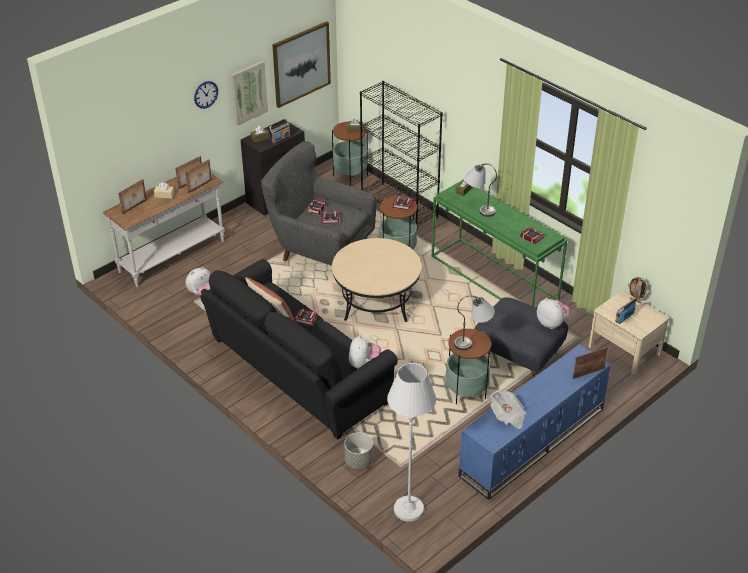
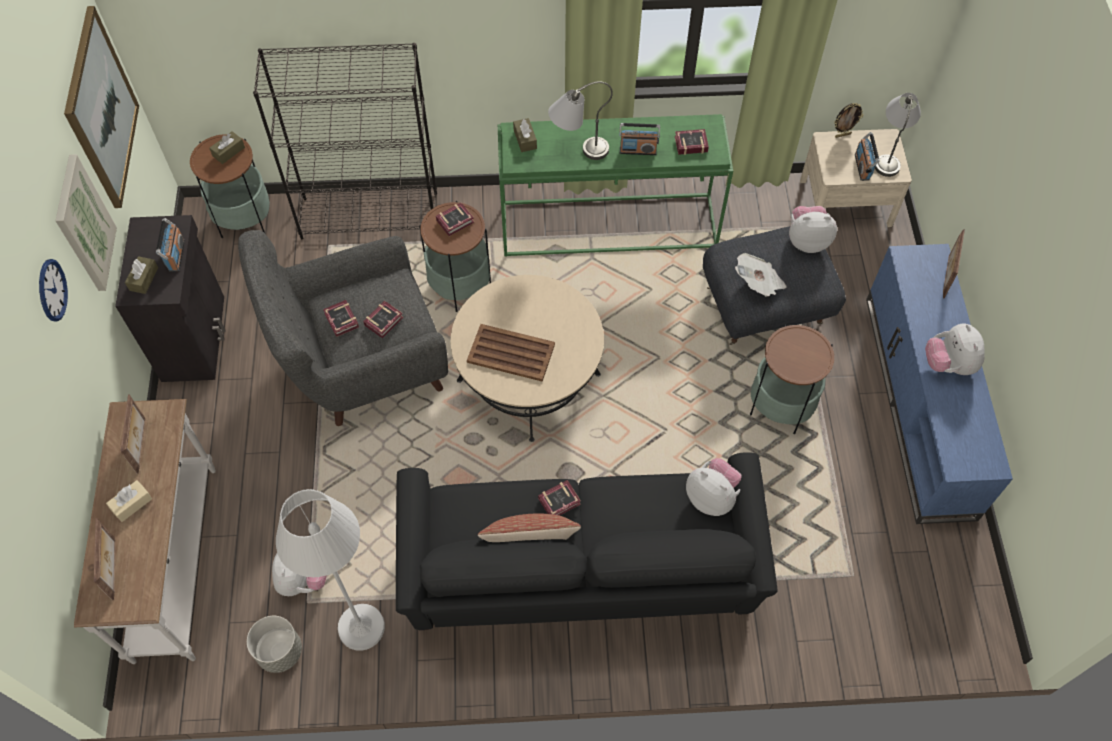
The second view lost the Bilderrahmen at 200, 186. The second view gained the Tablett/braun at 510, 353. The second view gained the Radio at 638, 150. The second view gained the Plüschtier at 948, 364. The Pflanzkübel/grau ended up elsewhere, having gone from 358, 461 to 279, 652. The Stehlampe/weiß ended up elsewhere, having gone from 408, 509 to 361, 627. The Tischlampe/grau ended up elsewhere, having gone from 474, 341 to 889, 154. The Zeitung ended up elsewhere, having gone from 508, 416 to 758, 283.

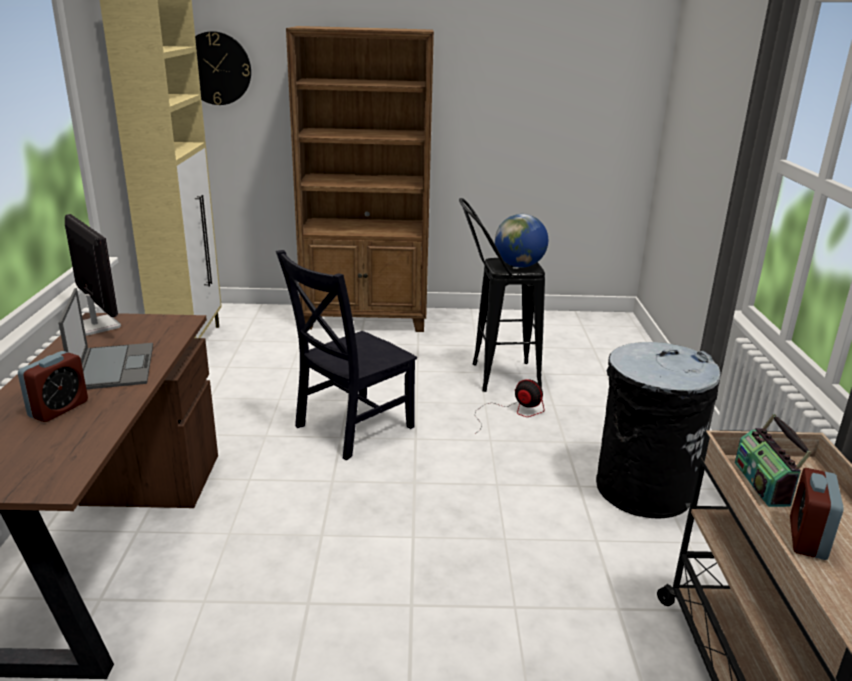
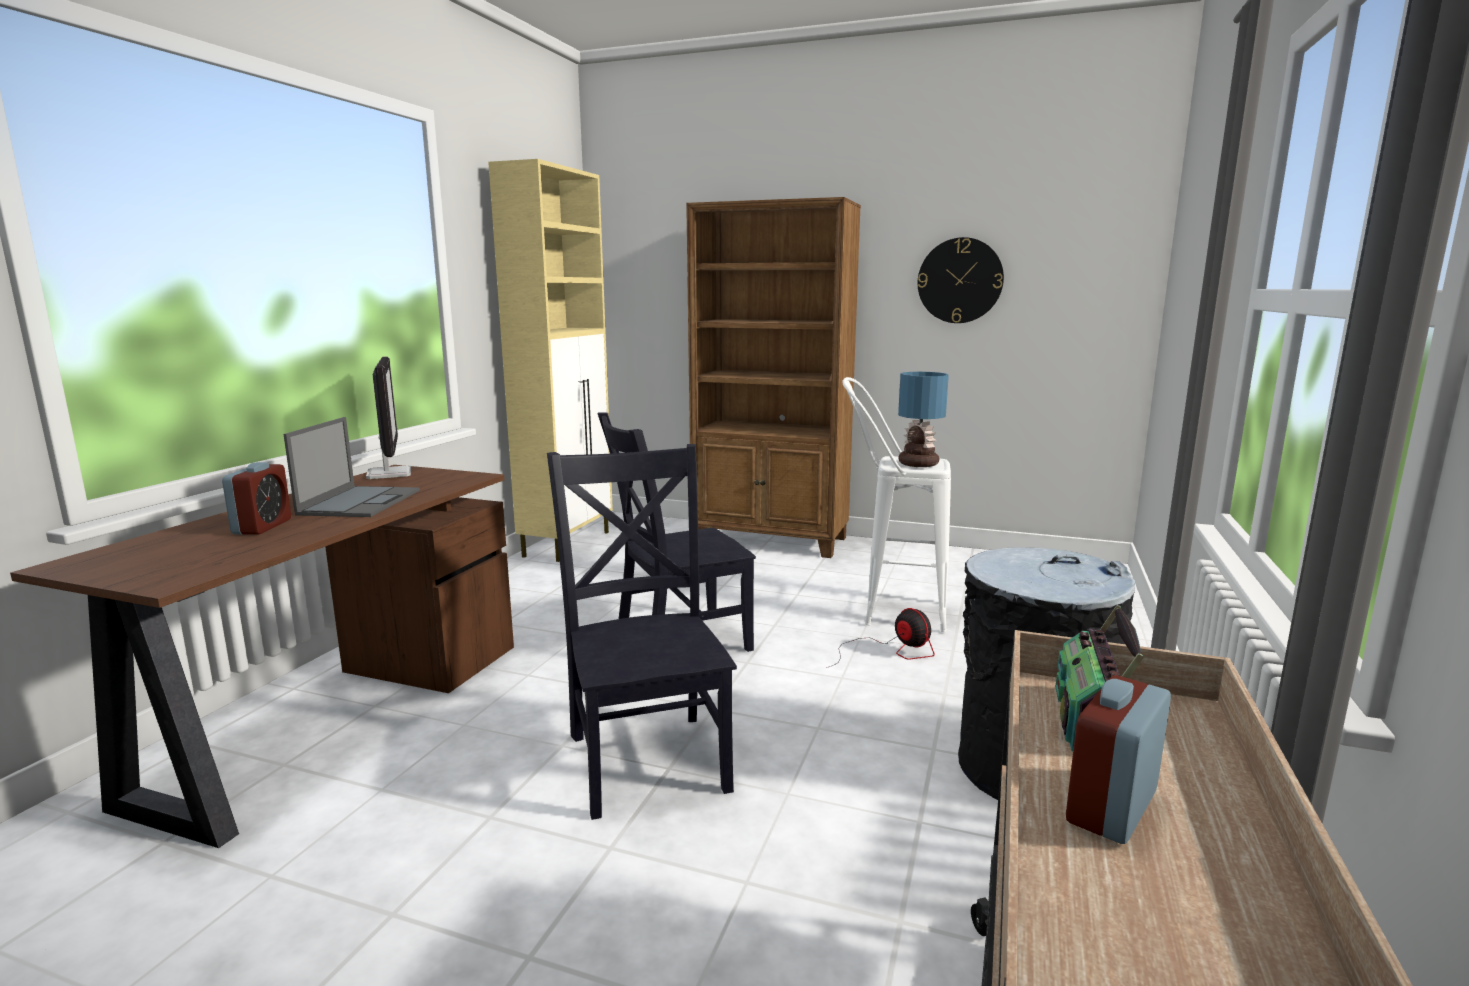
The second view gained the Stuhl/schwarz at 647, 757. The Wanduhr ended up elsewhere, having gone from 216, 68 to 960, 280. Where the Globus stood at 519, 266, the Tischlampe came to stand at 920, 464. What was the Hocker/schwarz at 493, 377 turned into the Hocker/weiß at 889, 611. The Wecker at 58, 409 ended up facing another way, 45 degrees counterclockwise from before.

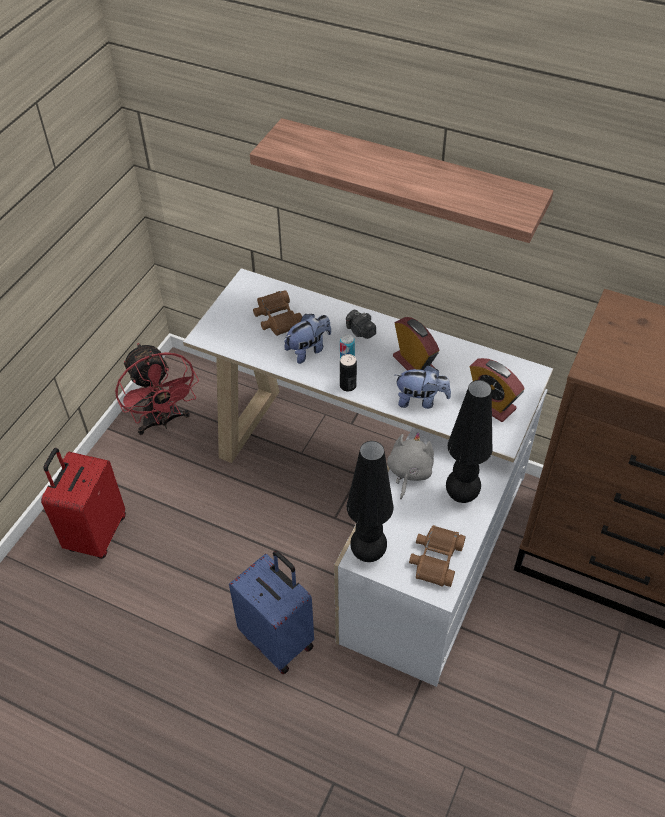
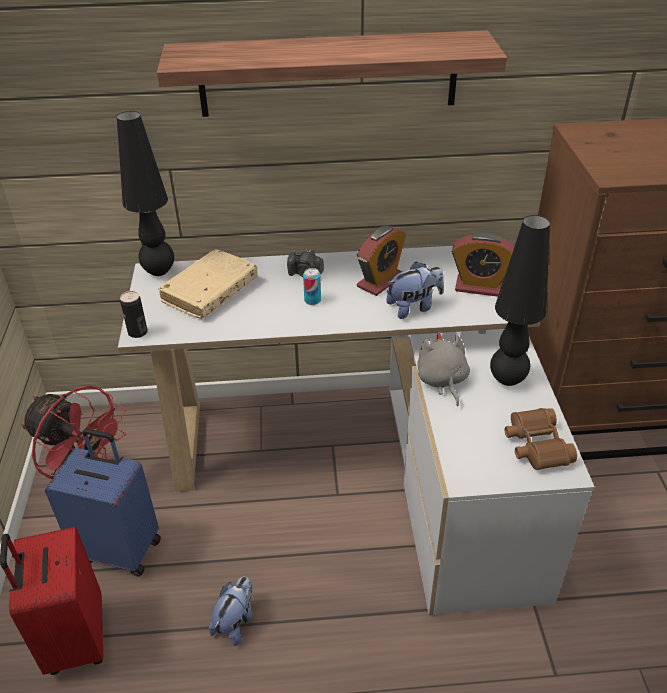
The Koffer/blau ended up elsewhere, having gone from 278, 639 to 121, 548. The Plüschtier ended up elsewhere, having gone from 308, 349 to 235, 621. The Dose ended up elsewhere, having gone from 348, 385 to 138, 332. The Tischlampe/schwarz ended up elsewhere, having gone from 368, 553 to 159, 271. Where the Fernglas/braun stood at 277, 319, the Buch/beige came to stand at 210, 292. The Wecker at 414, 364 ended up facing another way, 105 degrees clockwise from before.

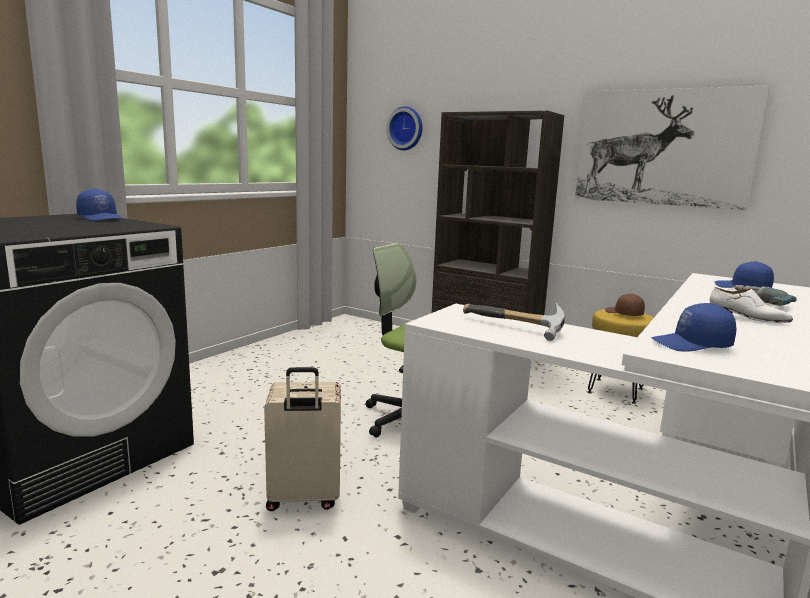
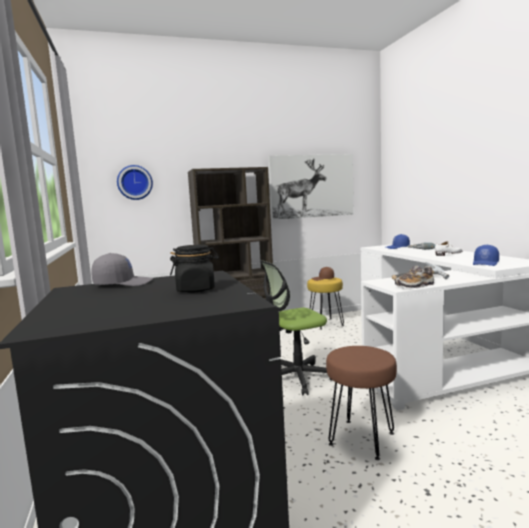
The second view gained the Vorratsglas/schwarz at 196, 289. The second view gained the Schuh at 414, 286. Where the Koffer/beige stood at 303, 499, the Hocker/braun came to stand at 362, 439. What was the Kappe/blau at 101, 218 turned into the Kappe/grau at 123, 283.

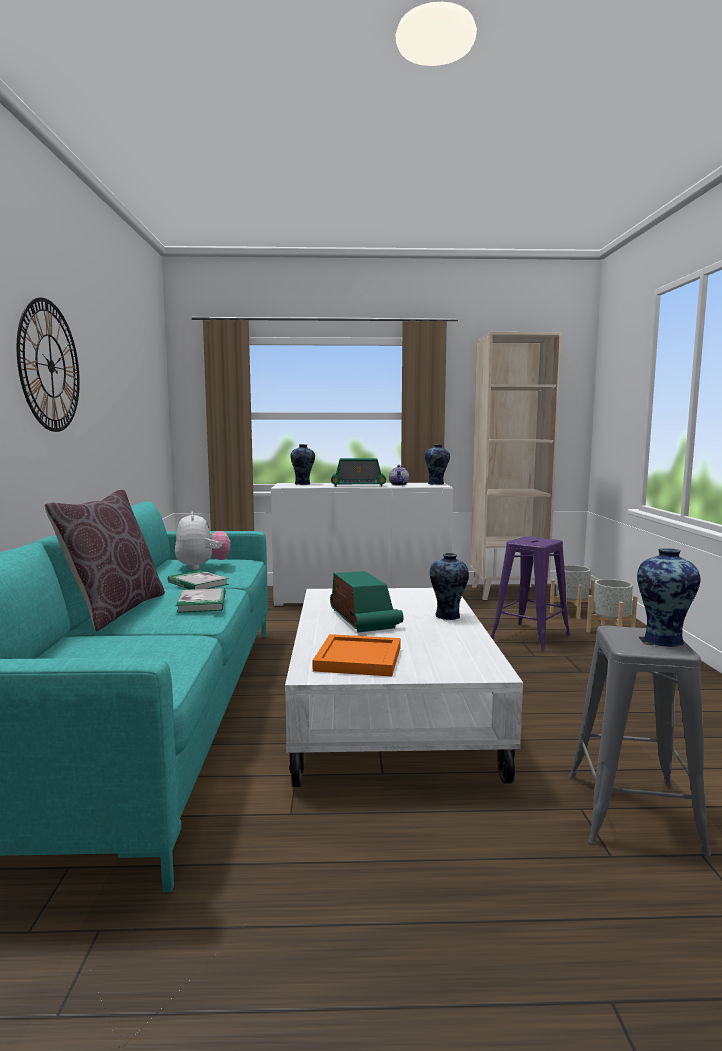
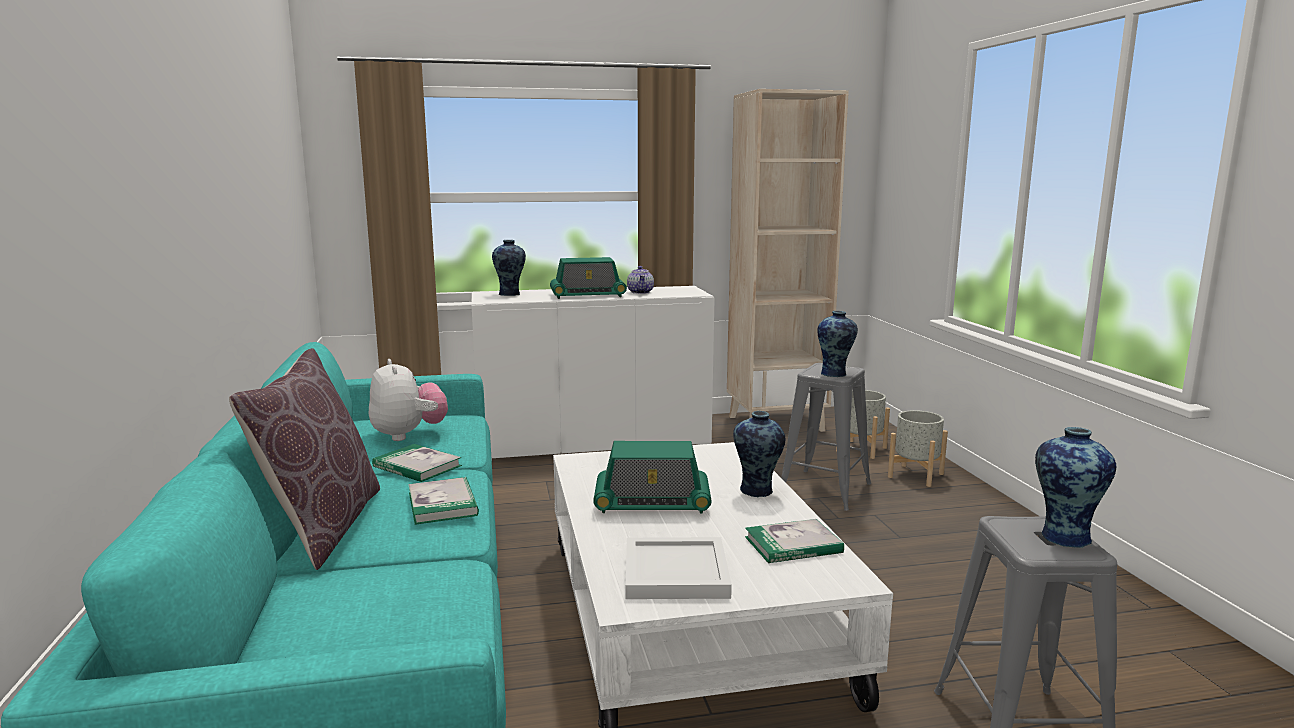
The second view lost the Wanduhr at 50, 366. The second view gained the Buch at 793, 545. The Vase ended up elsewhere, having gone from 436, 484 to 835, 374. What was the Tablett/orange at 360, 658 turned into the Tablett/weiß at 677, 572. What was the Hocker/lila at 530, 636 turned into the Hocker/grau at 825, 489. The Radio at 363, 619 ended up facing another way, 120 degrees clockwise from before.

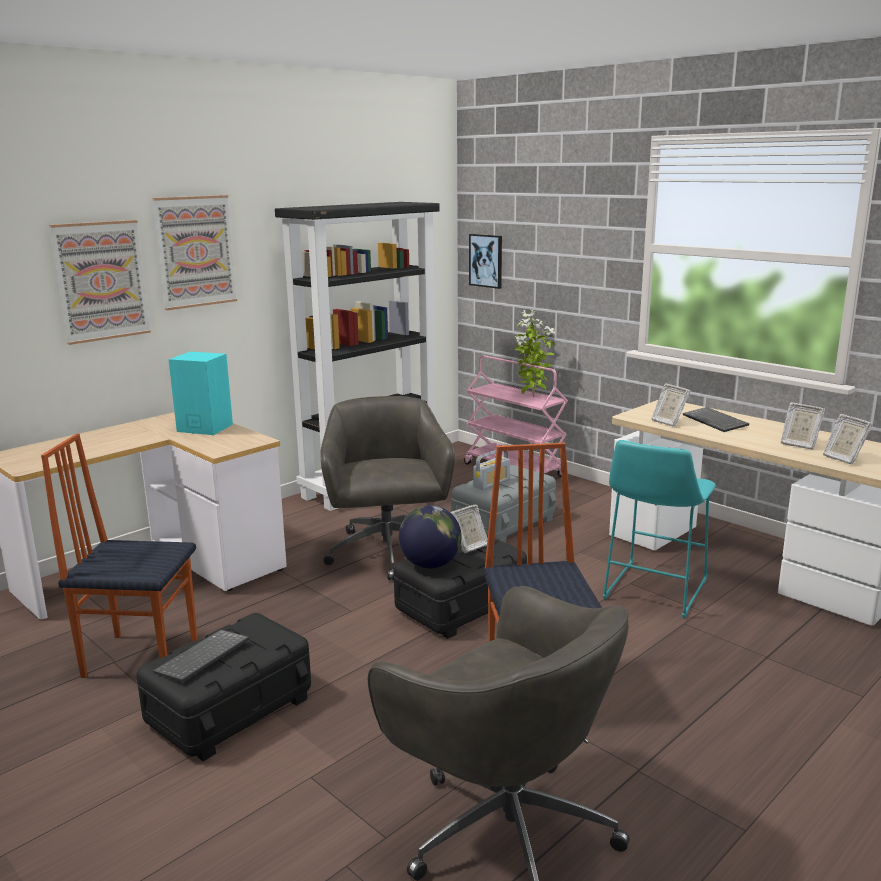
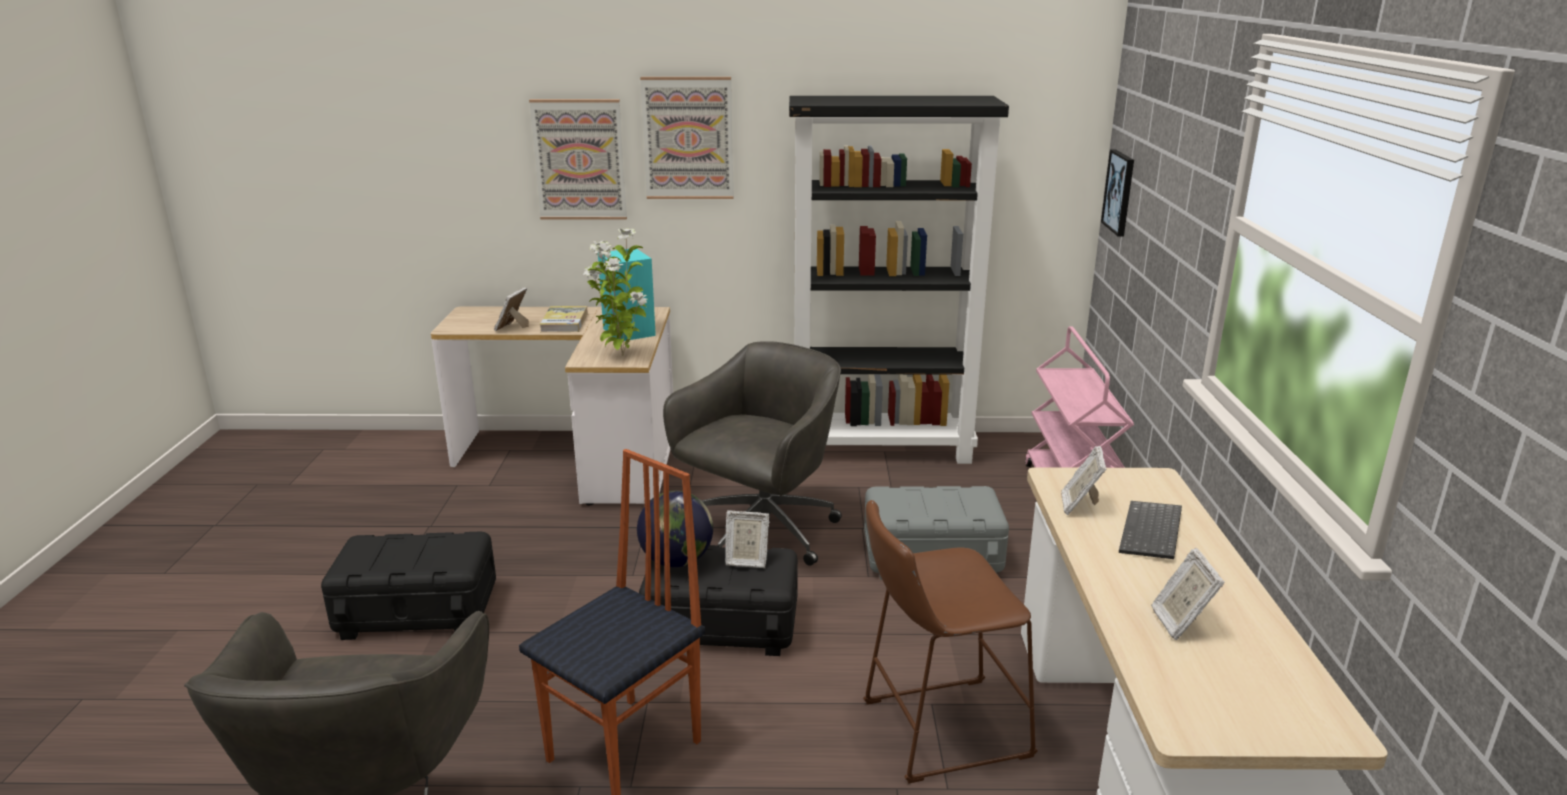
The second view lost the Stuhl at 140, 656. The second view lost the Tastatur at 203, 658. The second view lost the Radio at 491, 483. The second view gained the Buch at 564, 322. The Topfpflanze ended up elsewhere, having gone from 532, 396 to 621, 355. The Bilderrahmen ended up elsewhere, having gone from 843, 458 to 512, 327. What was the Hocker/türkis at 652, 592 turned into the Hocker/braun at 936, 729.

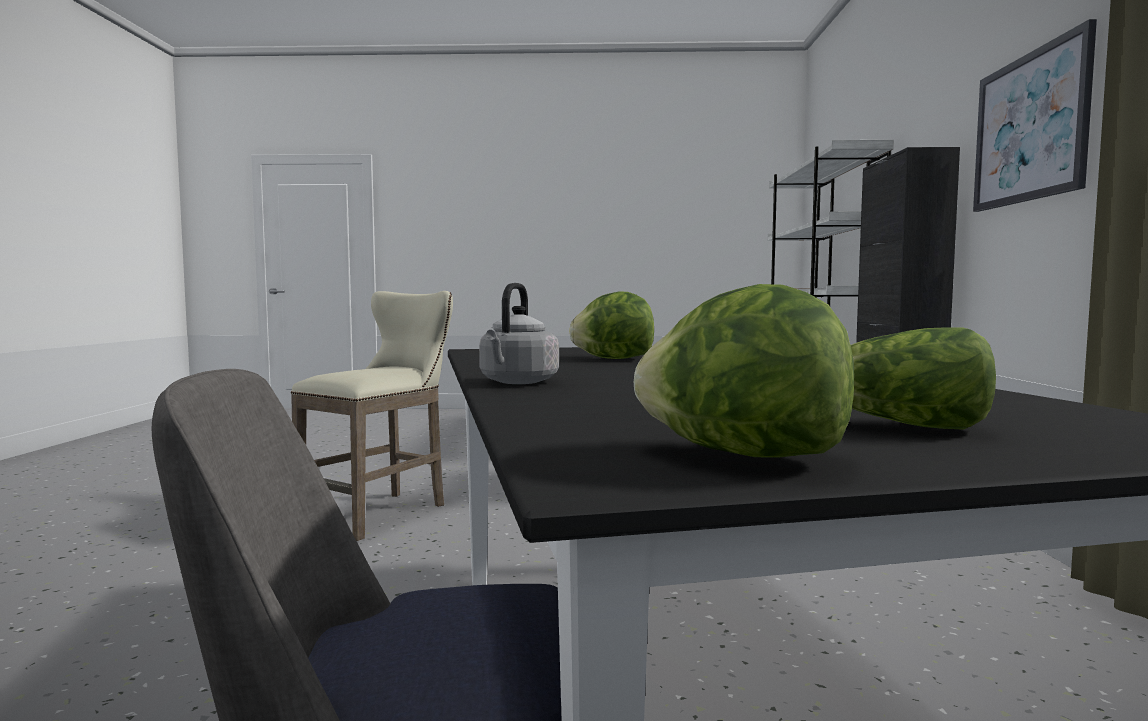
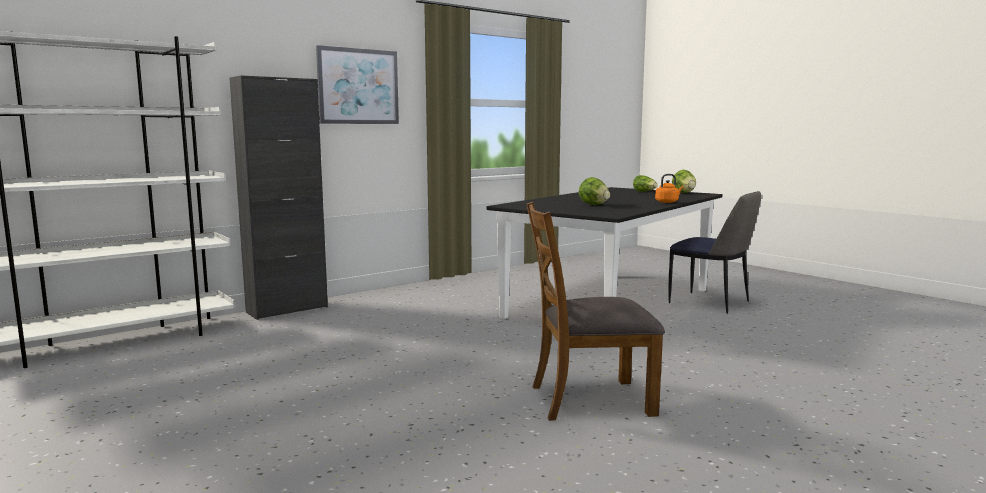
Where the Hocker/beige stood at 382, 512, the Stuhl/braun came to stand at 590, 399. What was the Wasserkessel/grau at 517, 382 turned into the Wasserkessel/orange at 667, 202.

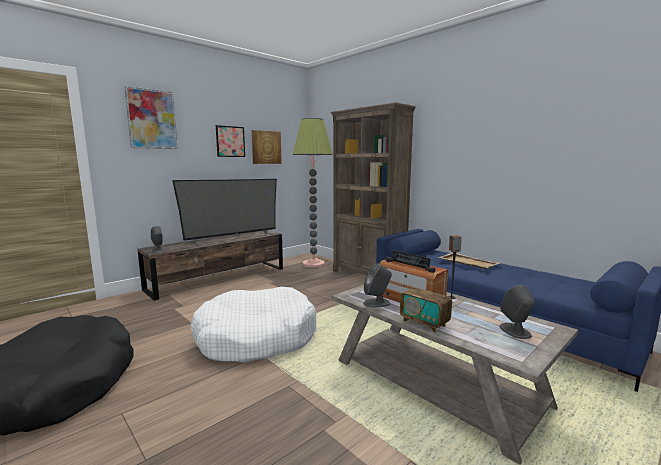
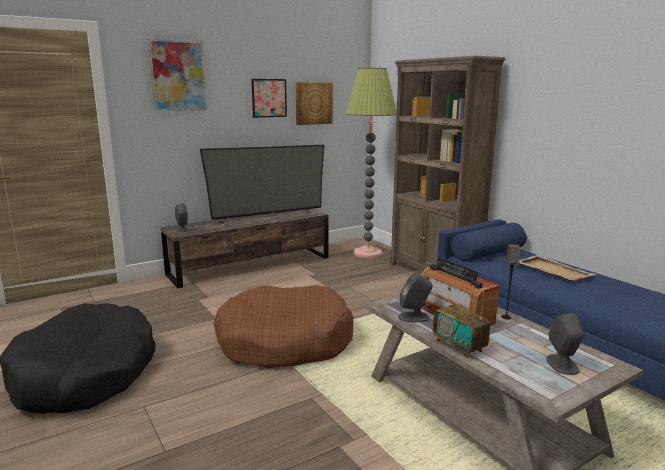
What was the Hundebett/weiß at 256, 338 turned into the Hundebett/braun at 284, 342.

